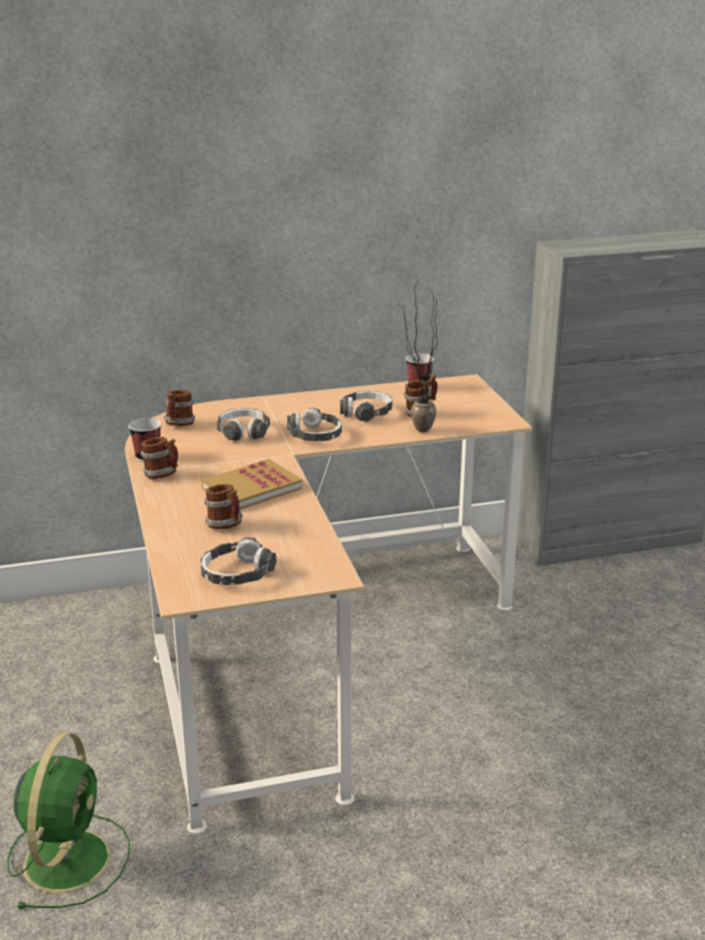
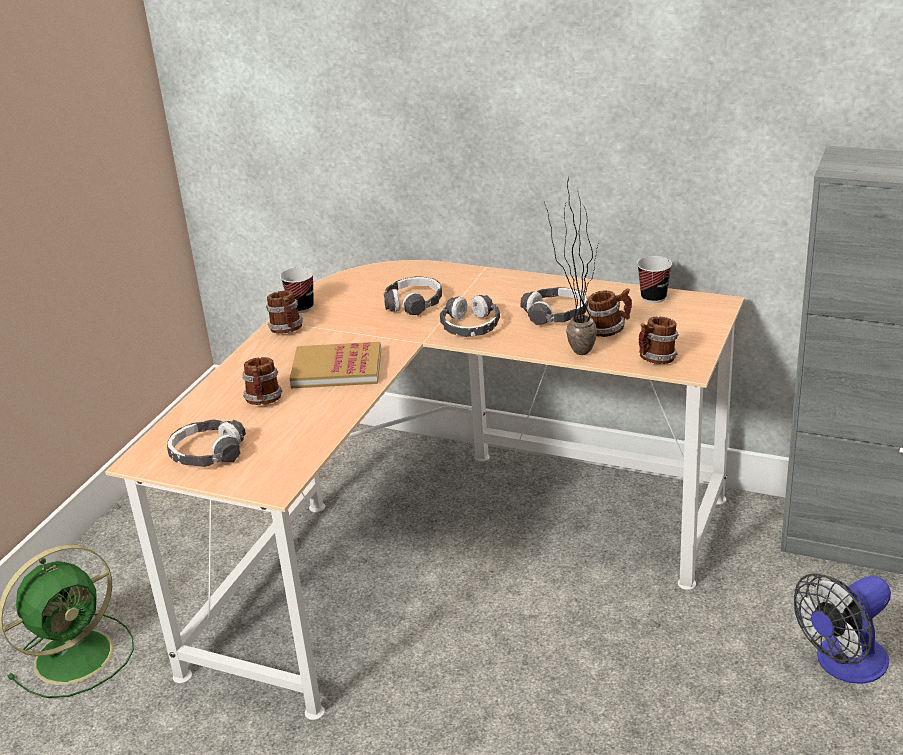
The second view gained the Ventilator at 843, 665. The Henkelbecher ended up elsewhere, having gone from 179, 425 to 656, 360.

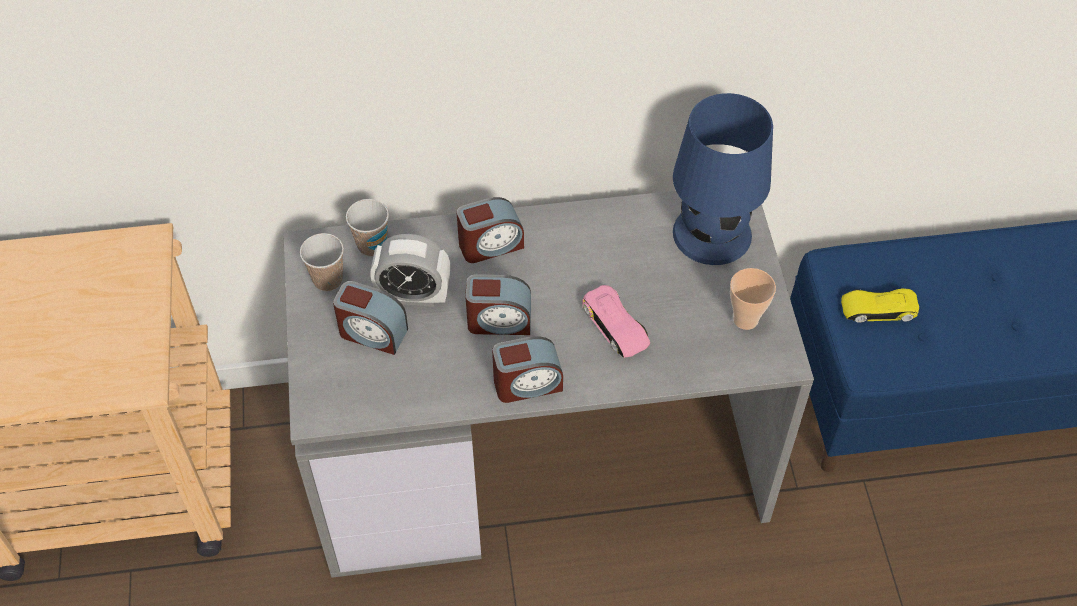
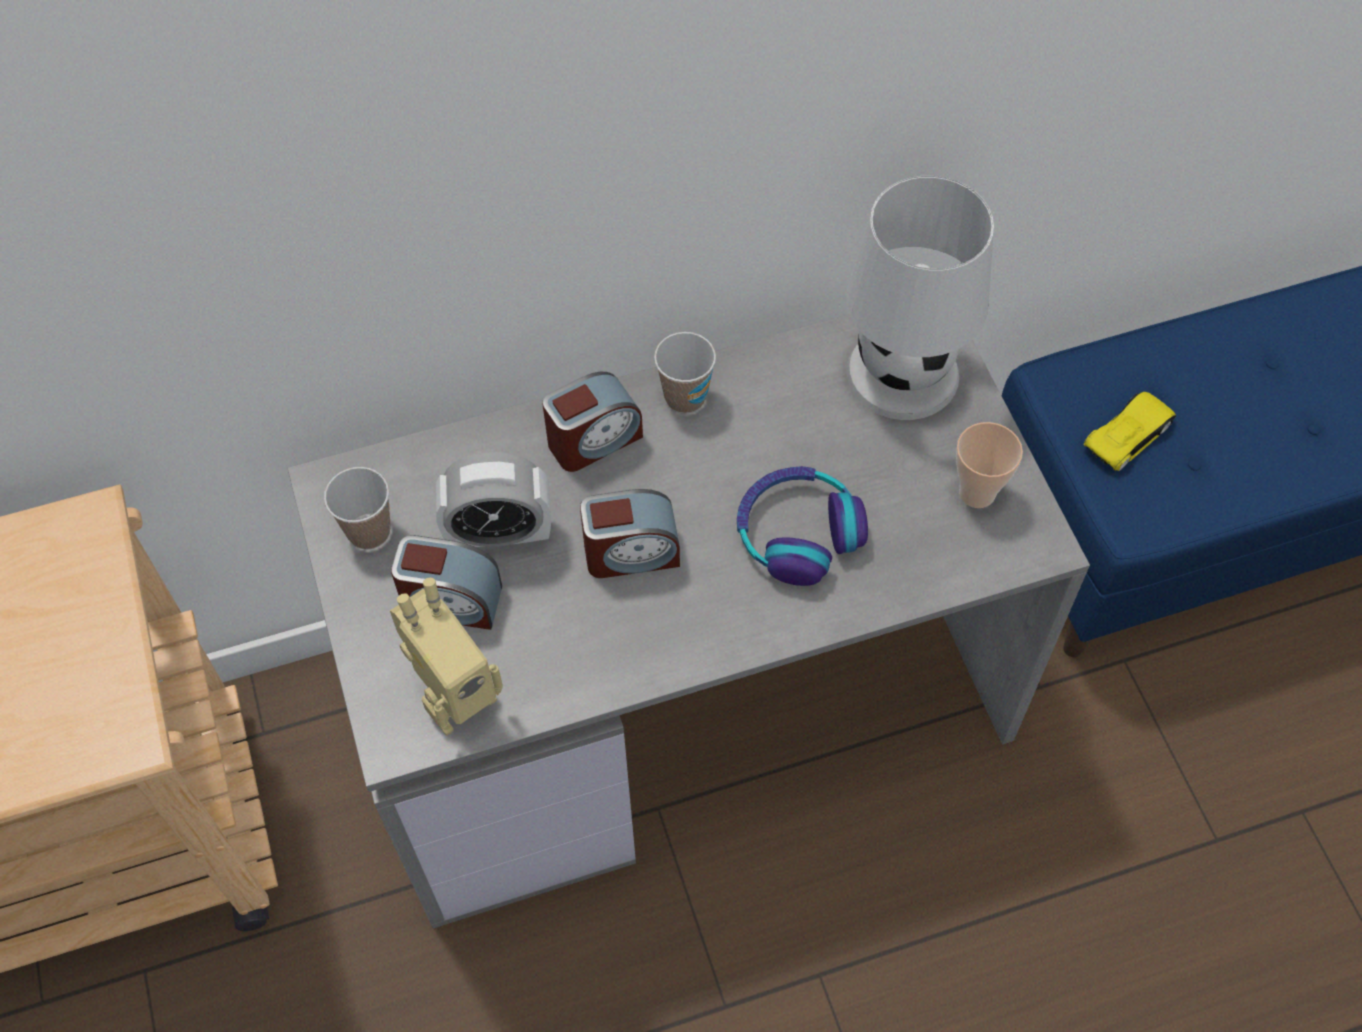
The second view lost the Wecker at 527, 383. The second view gained the Spielzeugroboter at 454, 696. The Tasse ended up elsewhere, having gone from 372, 245 to 685, 397. Where the Spielzeugauto/rosa stood at 615, 326, the Kopfhörer came to stand at 798, 533. What was the Tischlampe/blau at 713, 234 turned into the Tischlampe/weiß at 904, 373. The Spielzeugauto/gelb at 878, 309 ended up facing another way, 150 degrees clockwise from before.

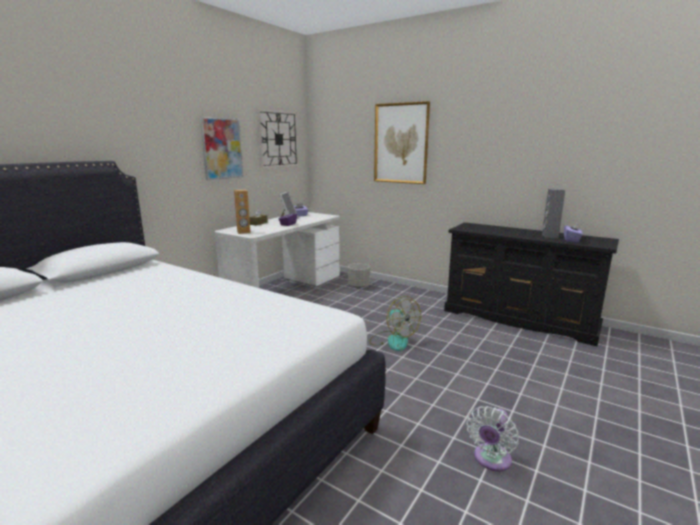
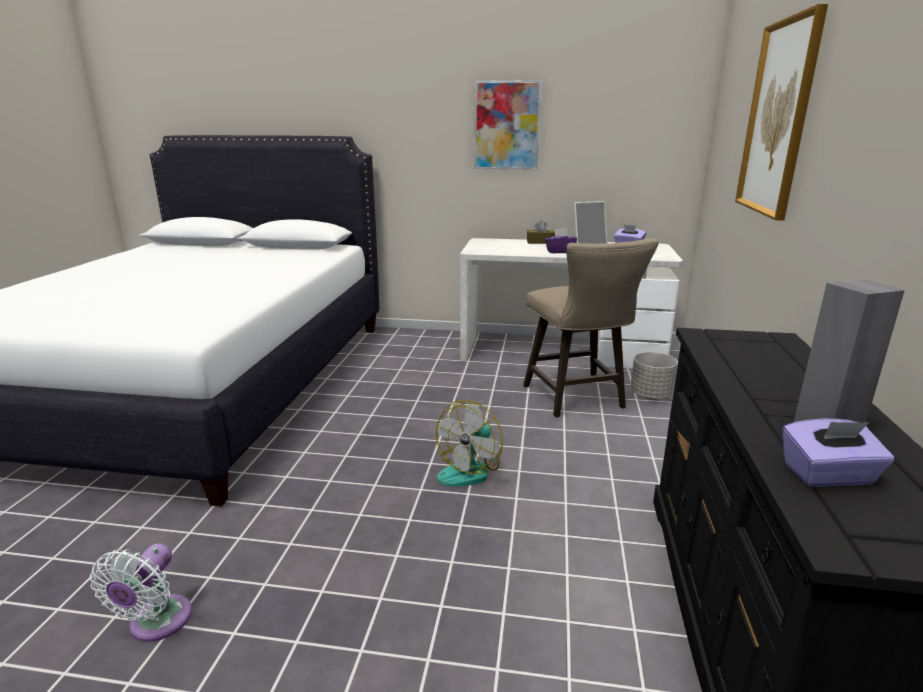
The second view lost the Lautsprecher/braun at 243, 232. The second view lost the Wanduhr at 278, 139. The second view gained the Hocker/beige at 577, 399. The Ventilator/weiß at 491, 460 ended up facing another way, 90 degrees counterclockwise from before.

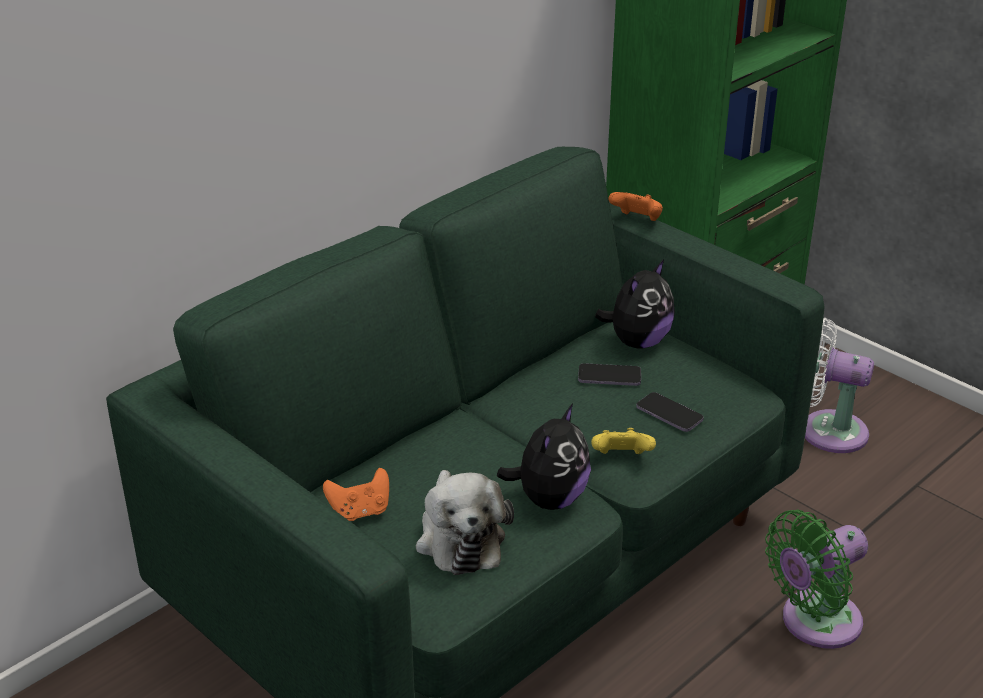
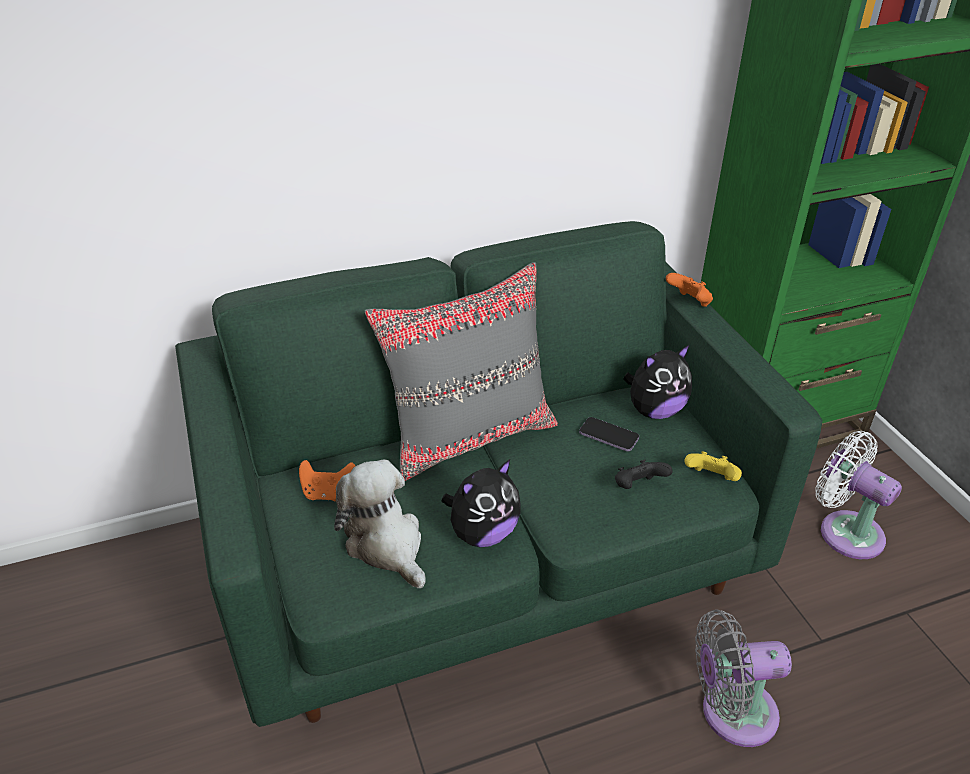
The second view gained the Kissen/grau at 470, 435. The Gamepad/gelb ended up elsewhere, having gone from 621, 458 to 711, 479. Where the Handy stood at 669, 414, the Gamepad/schwarz came to stand at 638, 487. What was the Ventilator/grün at 814, 623 turned into the Ventilator/grau at 731, 712. The Plüschtier at 459, 537 ended up facing another way, 135 degrees clockwise from before.

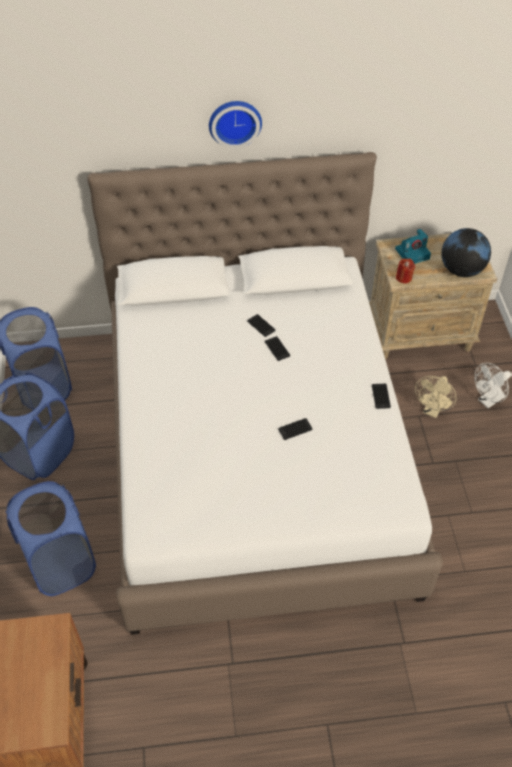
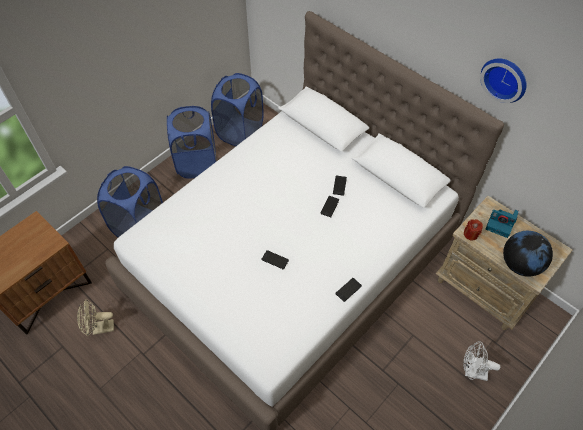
The Wanduhr ended up elsewhere, having gone from 234, 121 to 505, 78. The Ventilator/beige ended up elsewhere, having gone from 432, 410 to 99, 328.

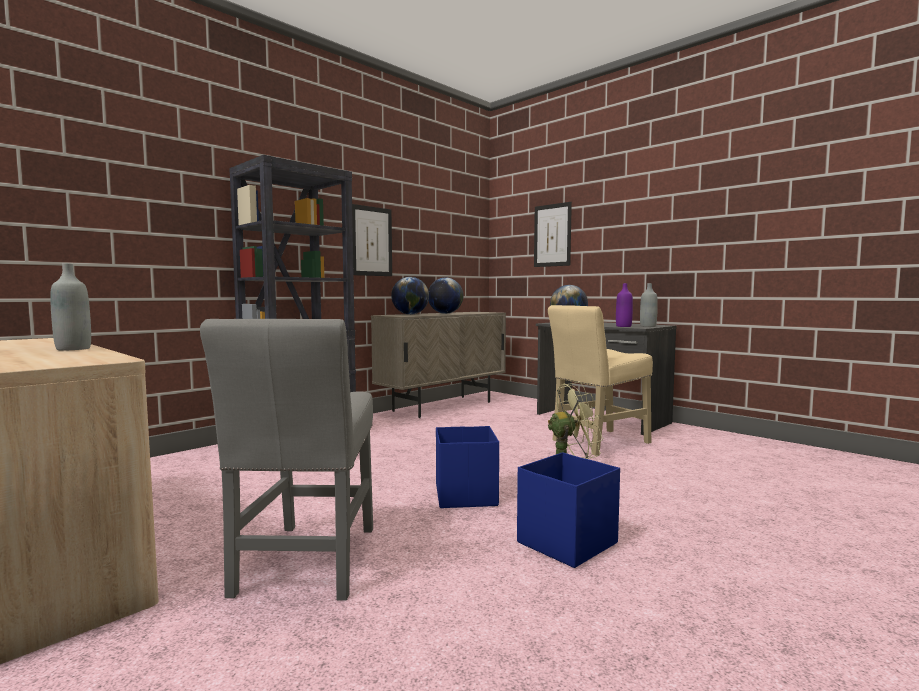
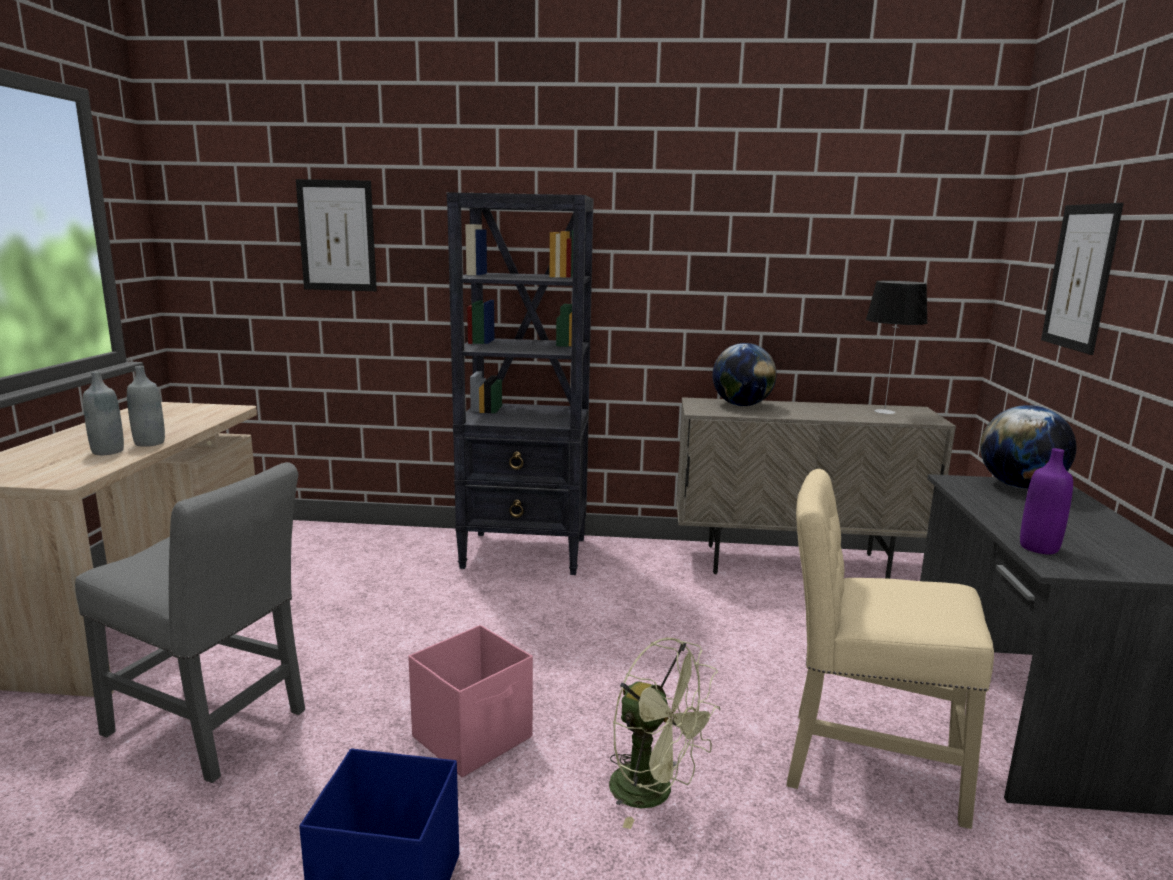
The second view lost the Globus at 445, 313. The second view gained the Tischlampe at 885, 412. The Bild ended up elsewhere, having gone from 372, 241 to 337, 236. The Flasche/grau ended up elsewhere, having gone from 648, 326 to 108, 451. What was the Aufbewahrungsbox/blau at 466, 495 turned into the Aufbewahrungsbox/rosa at 474, 737. The Stuhl/grau at 307, 564 ended up facing another way, 120 degrees counterclockwise from before.

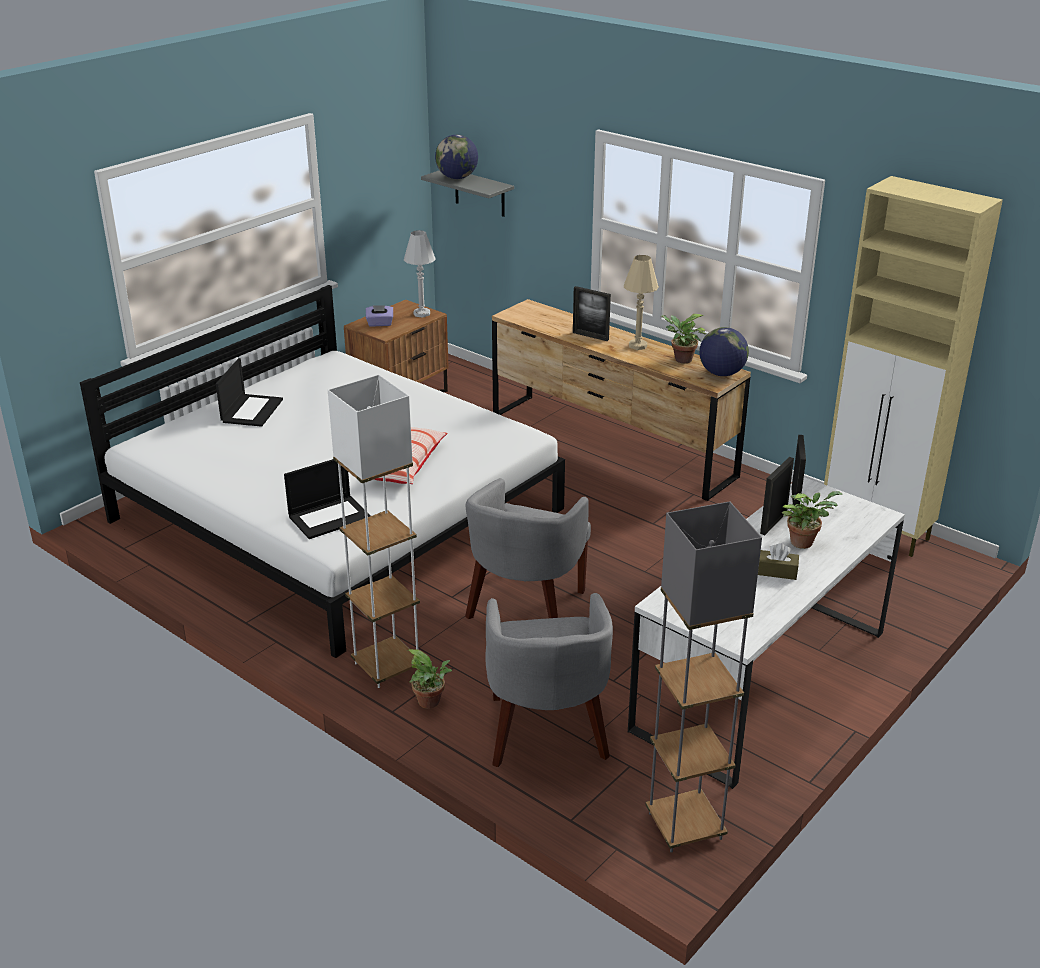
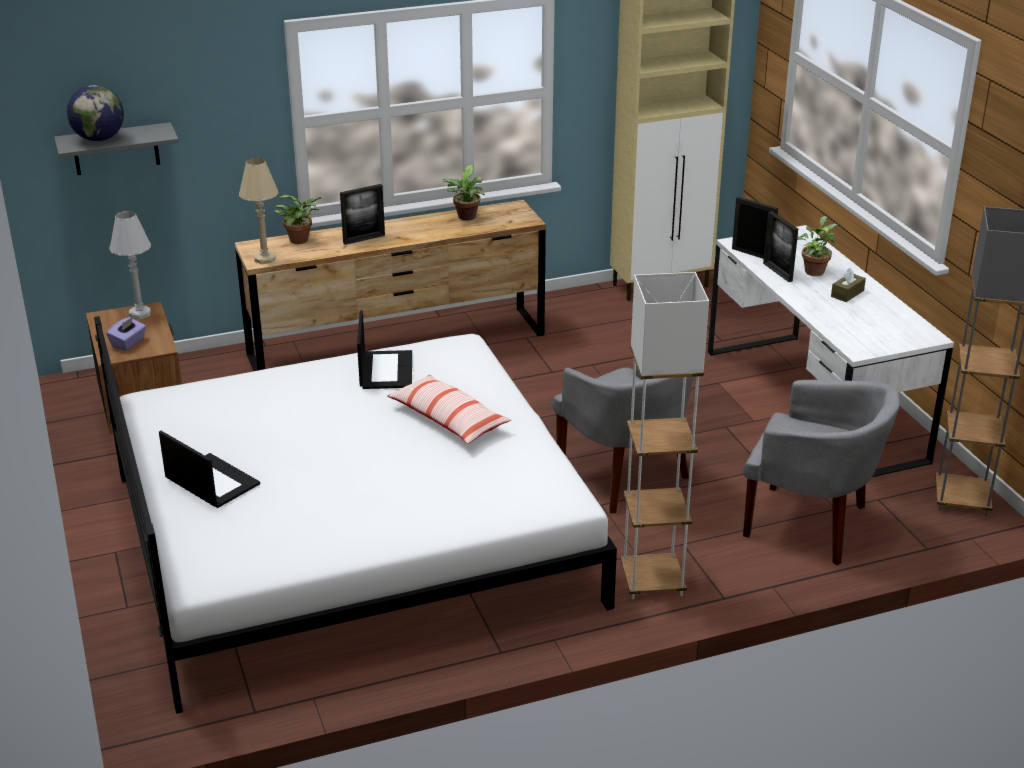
The second view lost the Globus at 721, 374. The Laptop ended up elsewhere, having gone from 330, 517 to 385, 370. The Topfpflanze ended up elsewhere, having gone from 431, 703 to 301, 239. The Tischlampe/beige ended up elsewhere, having gone from 637, 346 to 265, 259.

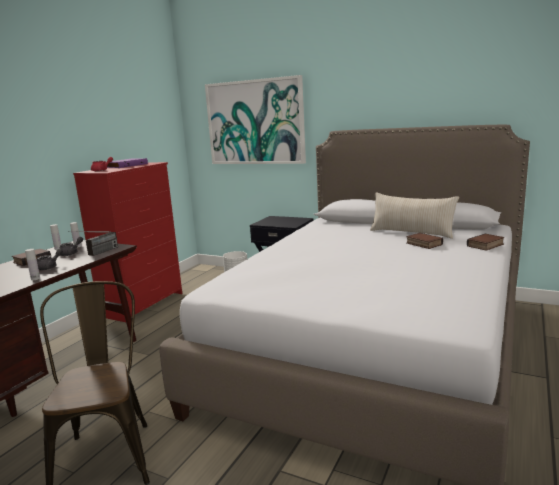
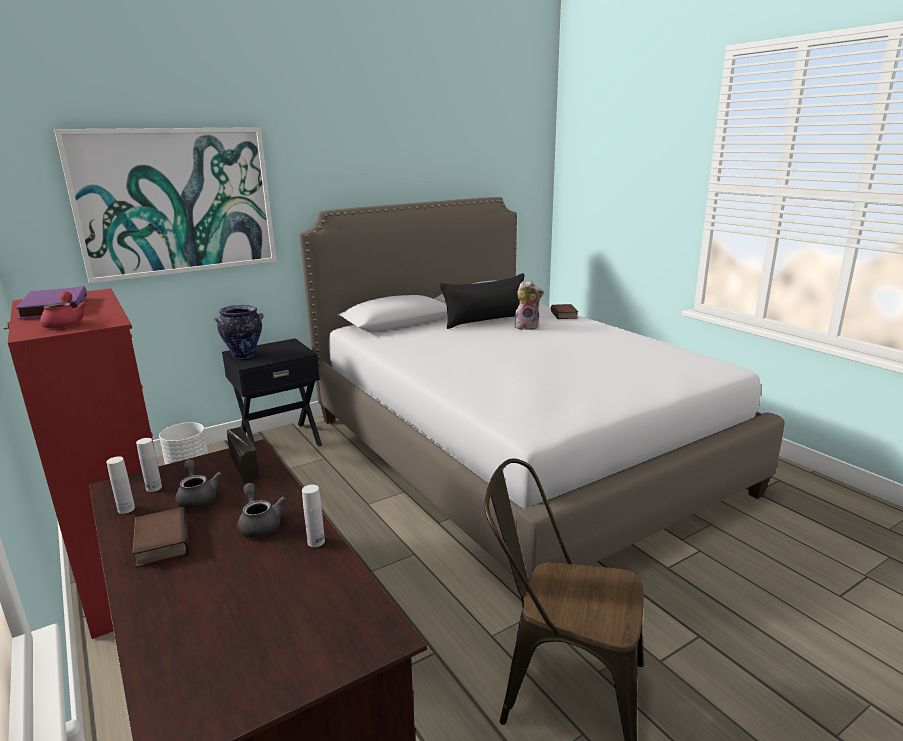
The second view gained the Vase at 244, 355. Where the Buch stood at 423, 244, the Plüschtier came to stand at 527, 327. What was the Kissen/beige at 411, 233 turned into the Kissen/schwarz at 486, 321.

